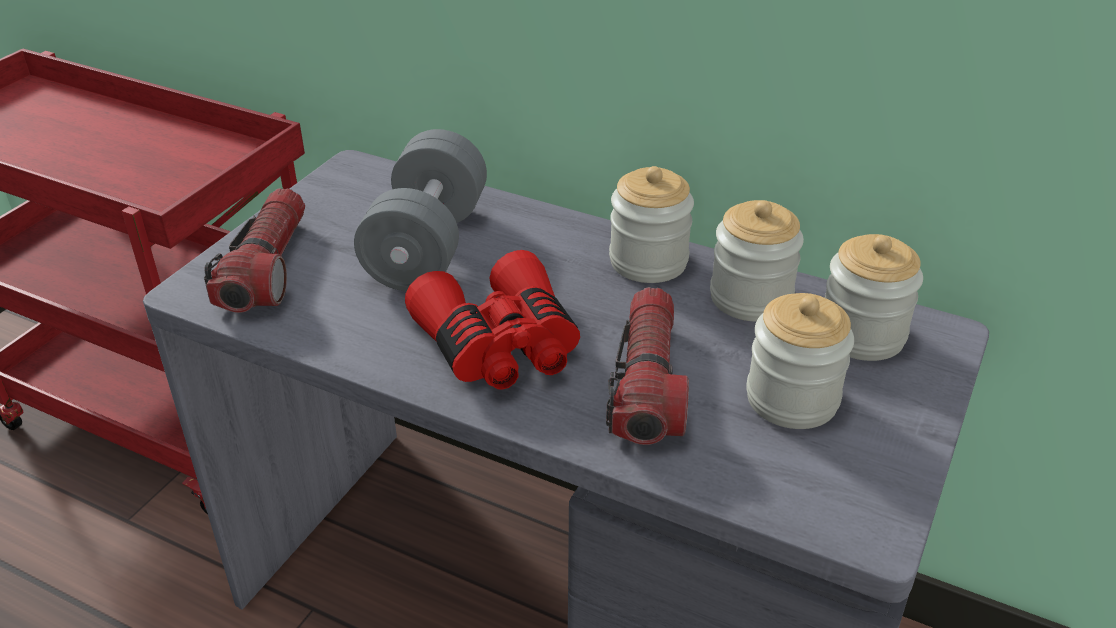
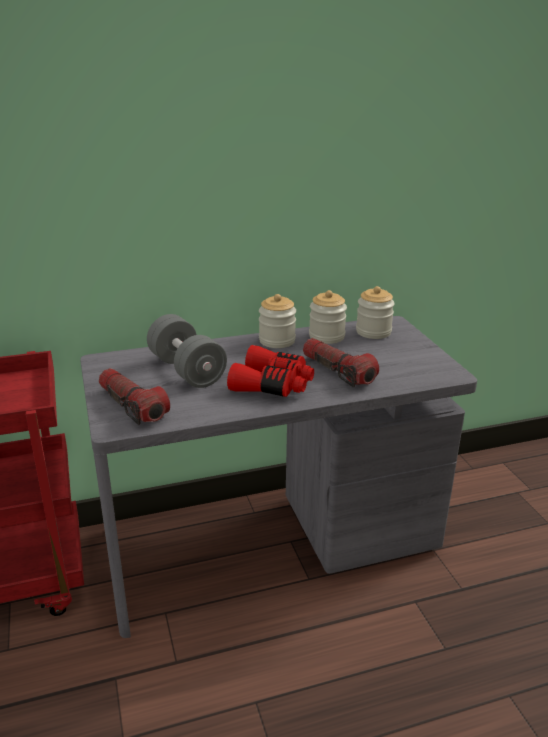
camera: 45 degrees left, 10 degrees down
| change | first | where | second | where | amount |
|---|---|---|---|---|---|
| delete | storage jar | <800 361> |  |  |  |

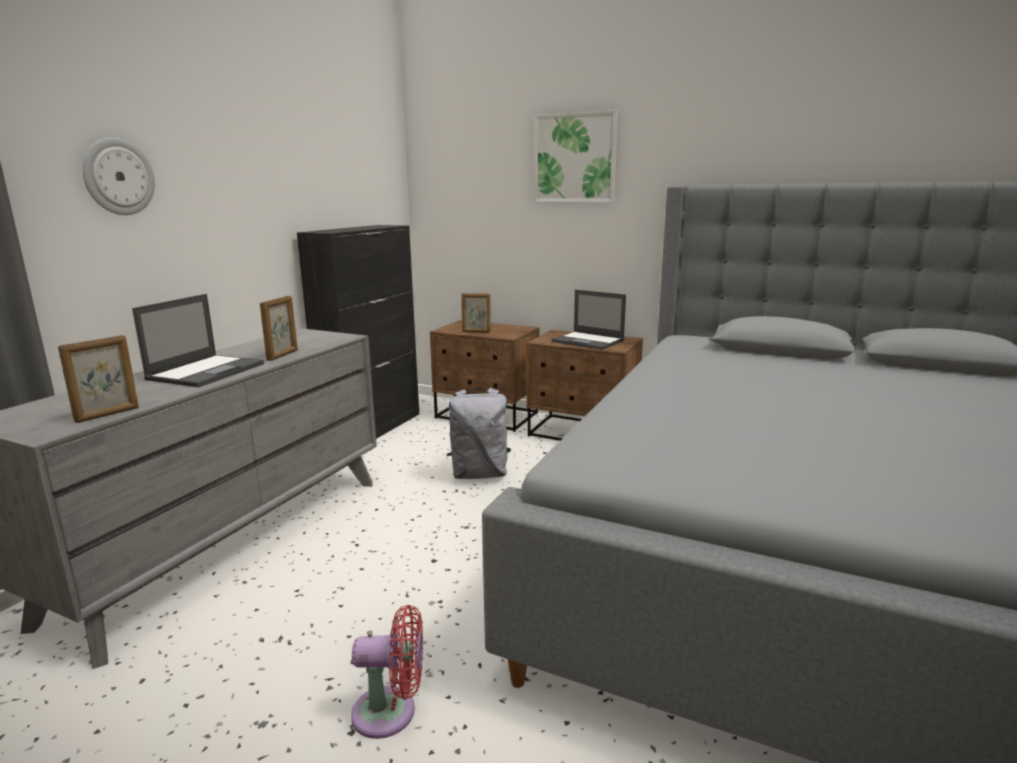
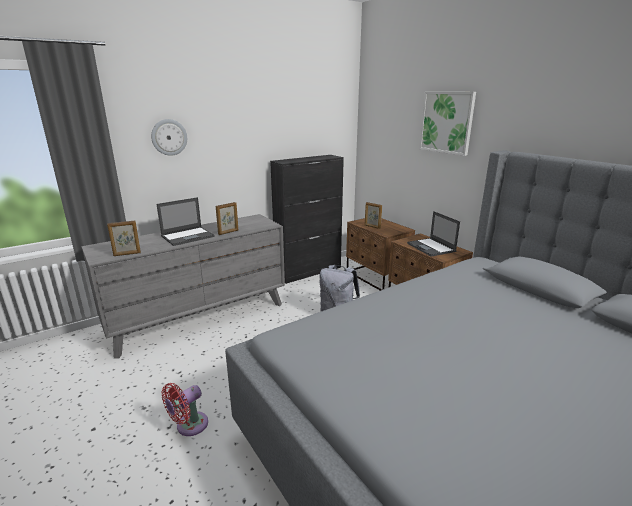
camera: 30 degrees right, 5 degrees up
| change | first | where | second | where | amount |
|---|---|---|---|---|---|
| rotate | reddish electric fan | <387 672> |  | <184 409> | 105 degrees clockwise |

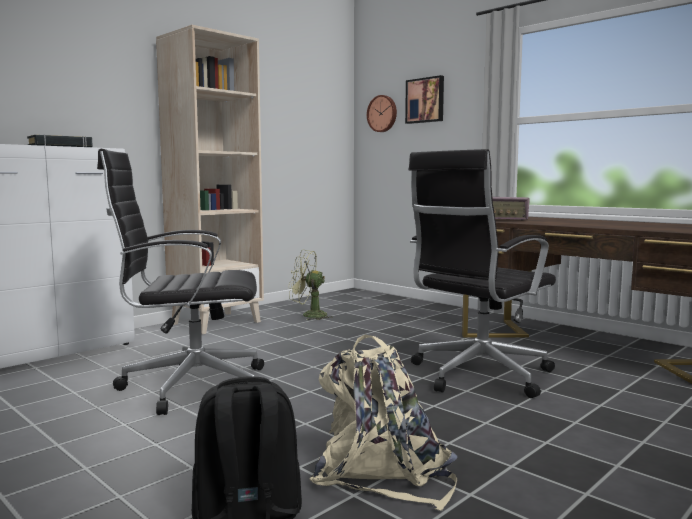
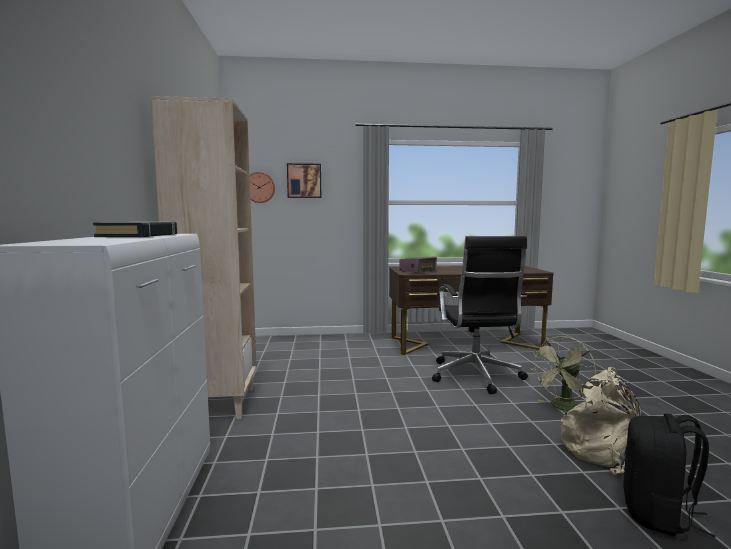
camera: 50 degrees left, 0 degrees up
| change | first | where | second | where | amount |
|---|---|---|---|---|---|
| delete | blackish office chair | <180 282> |  |  |  |
| move | greenish electric fan | <310 285> |  | <563 373> |  |

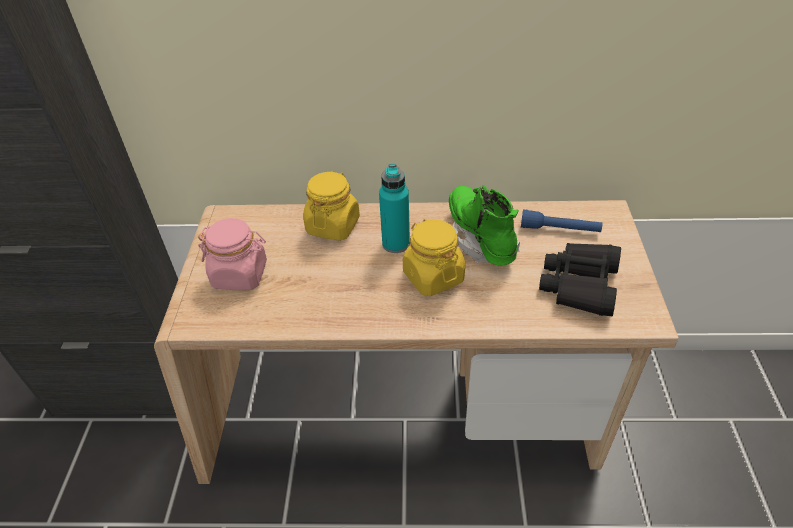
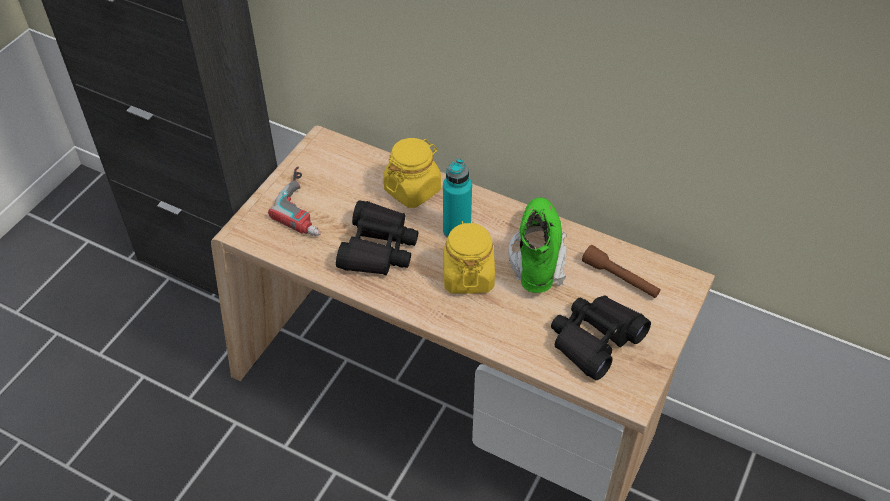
camera: 25 degrees right, 5 degrees up
| change | first | where | second | where | amount |
|---|---|---|---|---|---|
| insert |  |  | blackish pair of binoculars | <377 237> |  |
| replace | pinkish storage jar | <232 254> | drill | <294 201> |  |
| recolor | blue-coloured flashlight | <561 220> | brown flashlight | <621 271> |  |

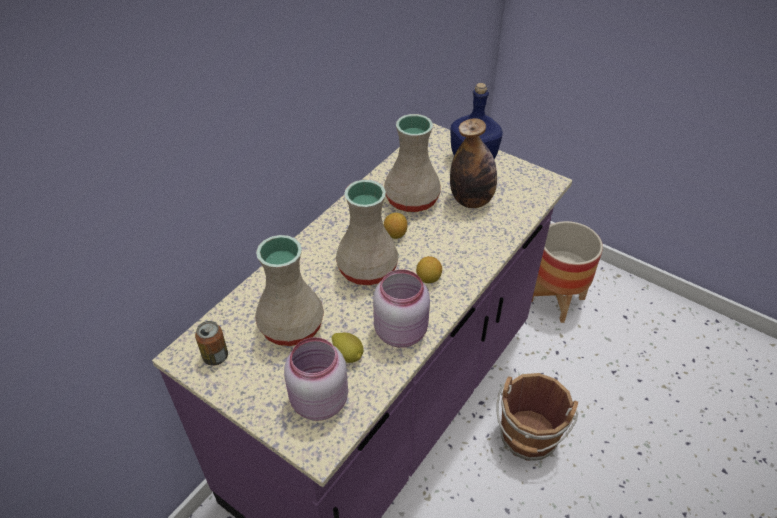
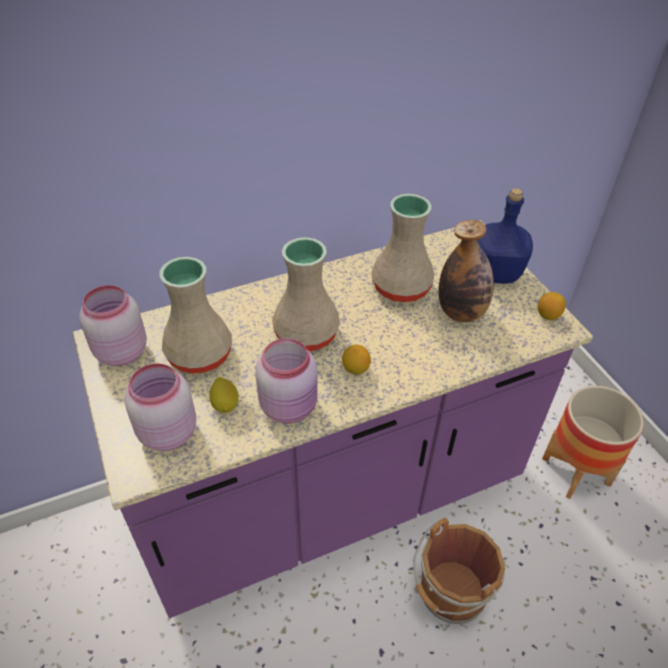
camera: 30 degrees right, 0 degrees up
| change | first | where | second | where | amount |
|---|---|---|---|---|---|
| move | citrus fruit | <396 226> |  | <552 306> |  |
| replace | can | <211 343> | pinkish storage jar | <113 325> |  |

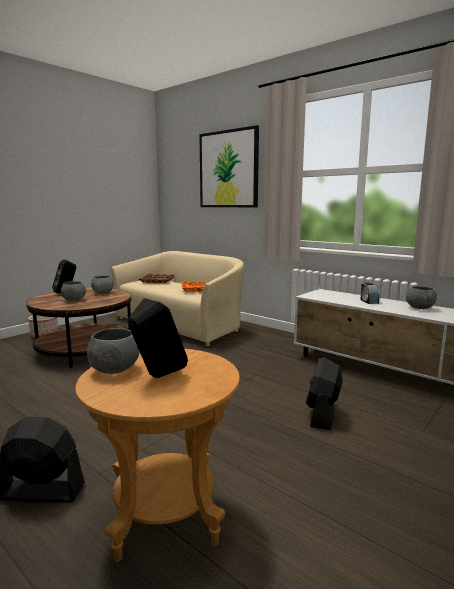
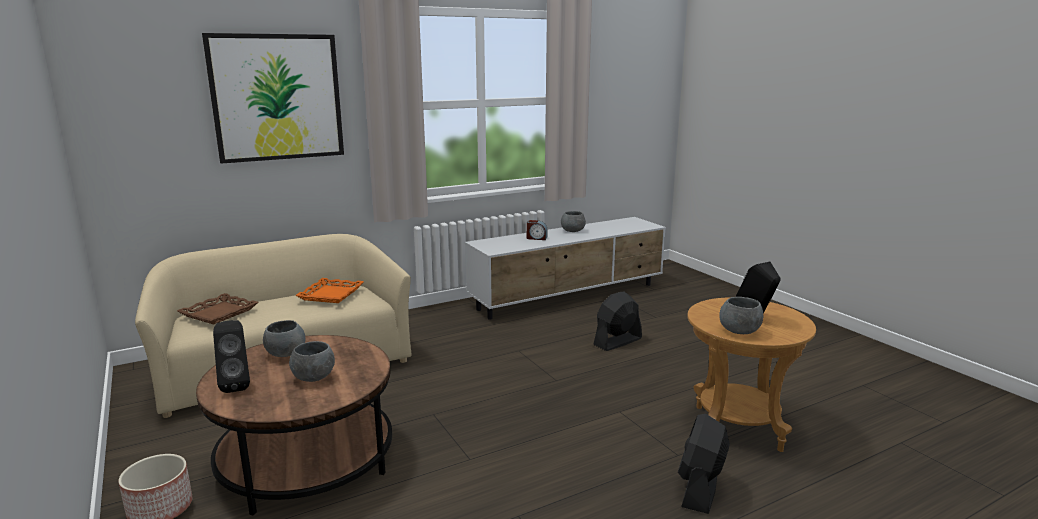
camera: 70 degrees left, 5 degrees up
| change | first | where | second | where | amount |
|---|---|---|---|---|---|
| rotate | blackish electric fan | <324 393> |  | <617 321> | 105 degrees clockwise |

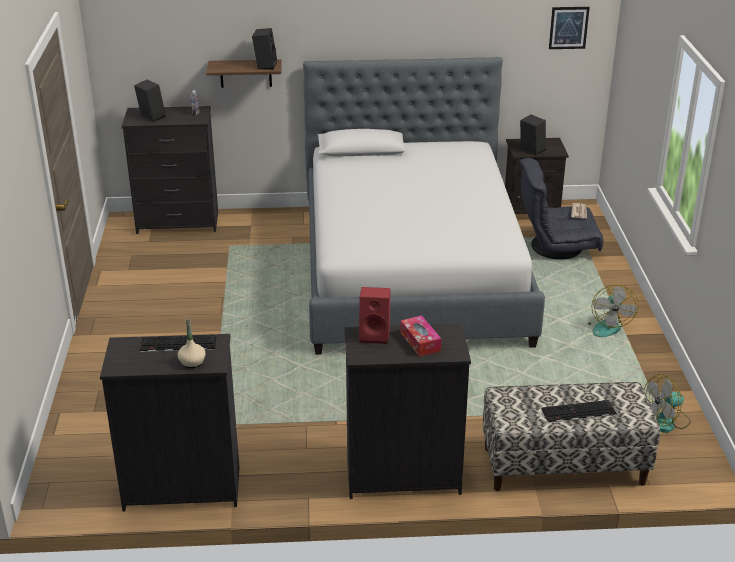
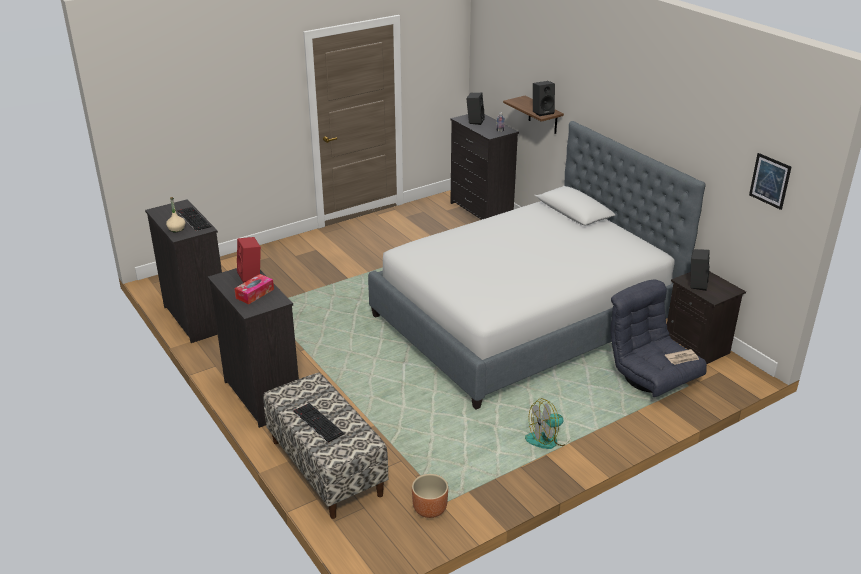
camera: 60 degrees right, 0 degrees up
| change | first | where | second | where | amount |
|---|---|---|---|---|---|
| replace | electric fan | <667 403> | brown planter | <430 496> |  |

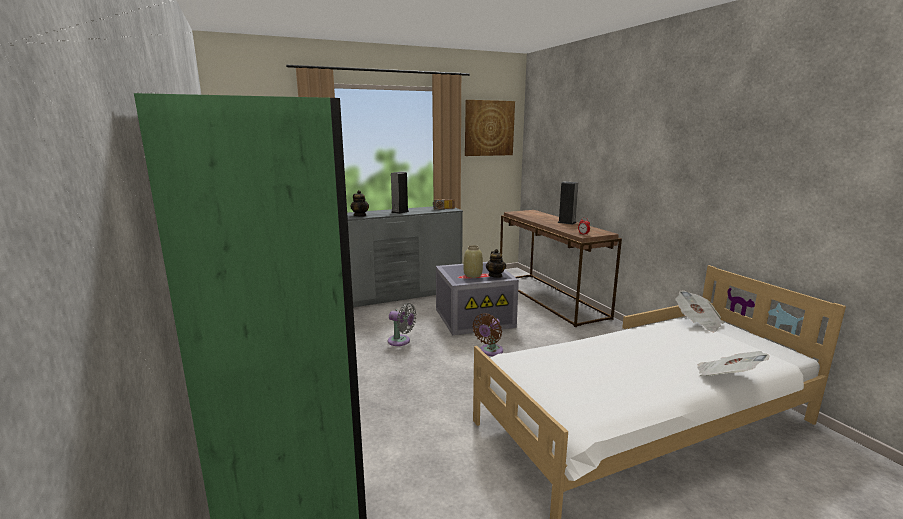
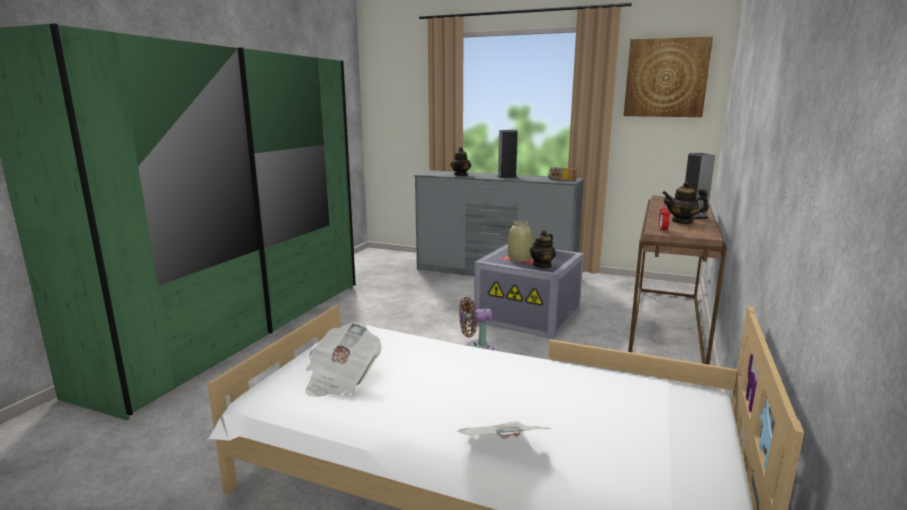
camera: 45 degrees right, 0 degrees up
| change | first | where | second | where | amount |
|---|---|---|---|---|---|
| delete | gray electric fan | <402 324> |  |  |  |
| insert |  |  | teapot | <685 202> |  |
| move | newspaper | <700 311> |  | <343 359> |  |

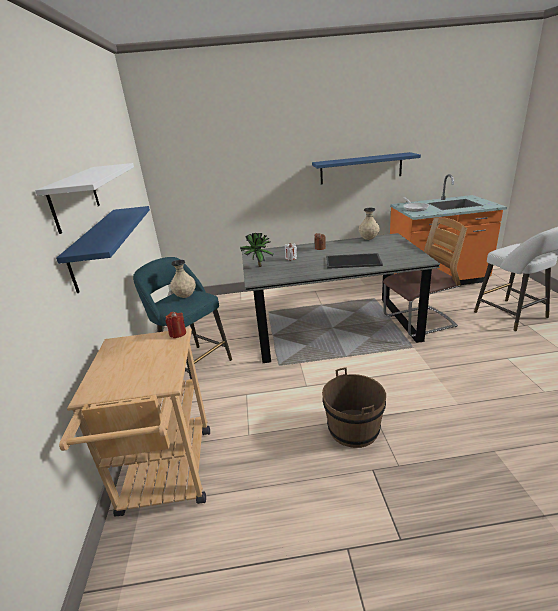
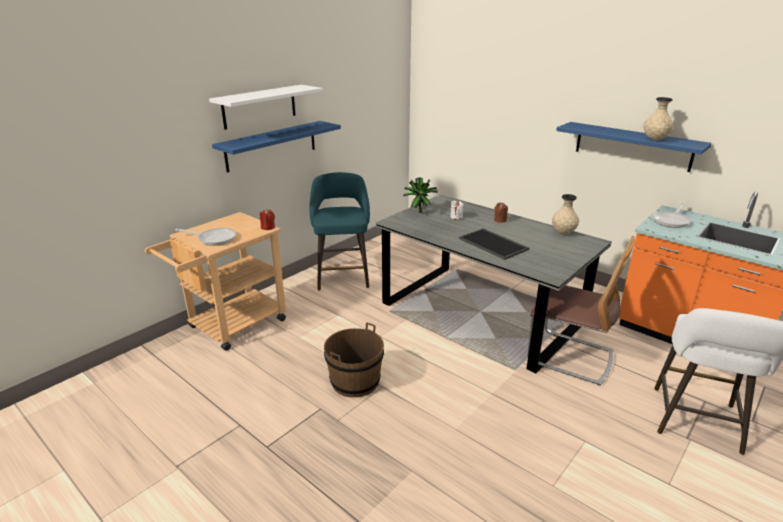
camera: 45 degrees right, 0 degrees up
| change | first | where | second | where | amount |
|---|---|---|---|---|---|
| insert |  |  | frying pan | <205 237> |  |
| move | beige decorative vase | <183 279> |  | <659 118> |  |

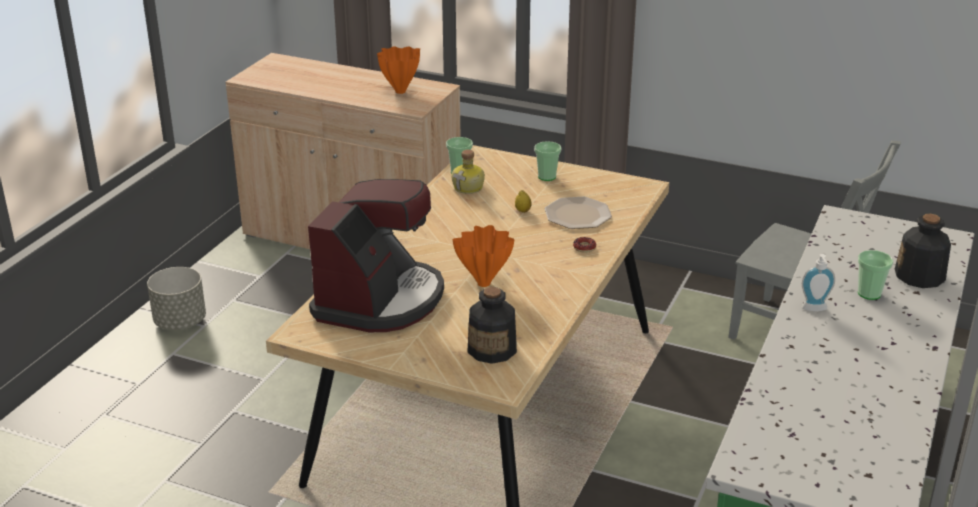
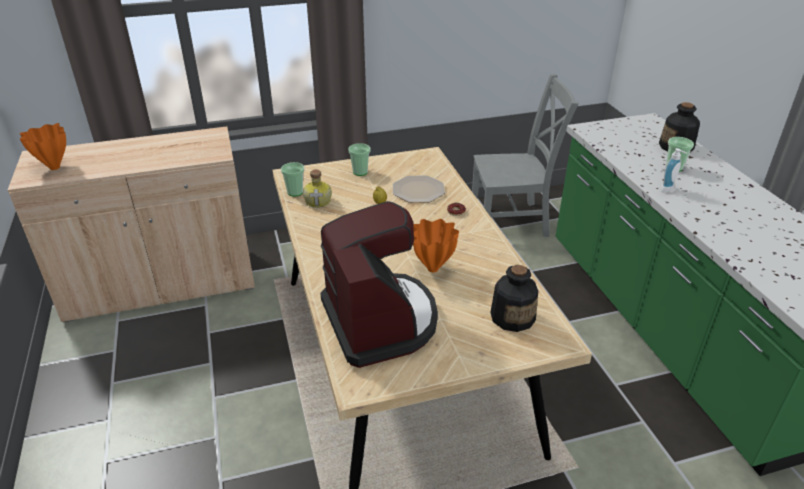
camera: 40 degrees left, 5 degrees up
| change | first | where | second | where | amount |
|---|---|---|---|---|---|
| delete | gray planter | <176 298> |  |  |  |
| move | orange decorative vase | <398 70> |  | <43 146> |  |

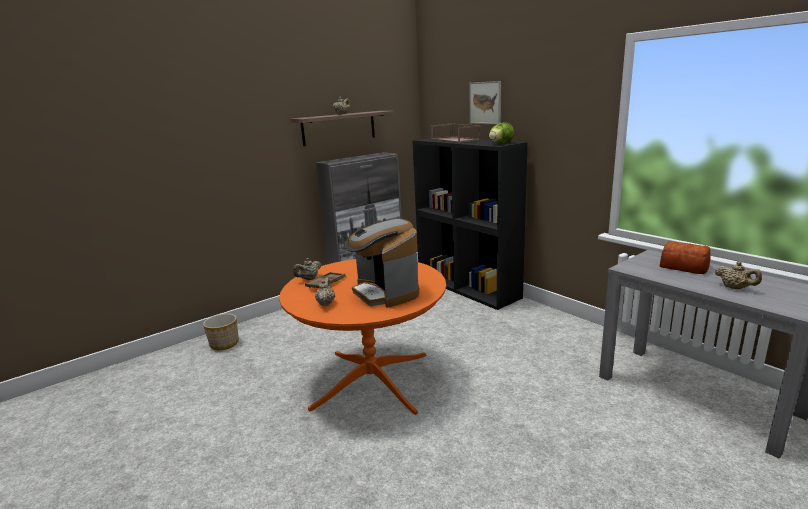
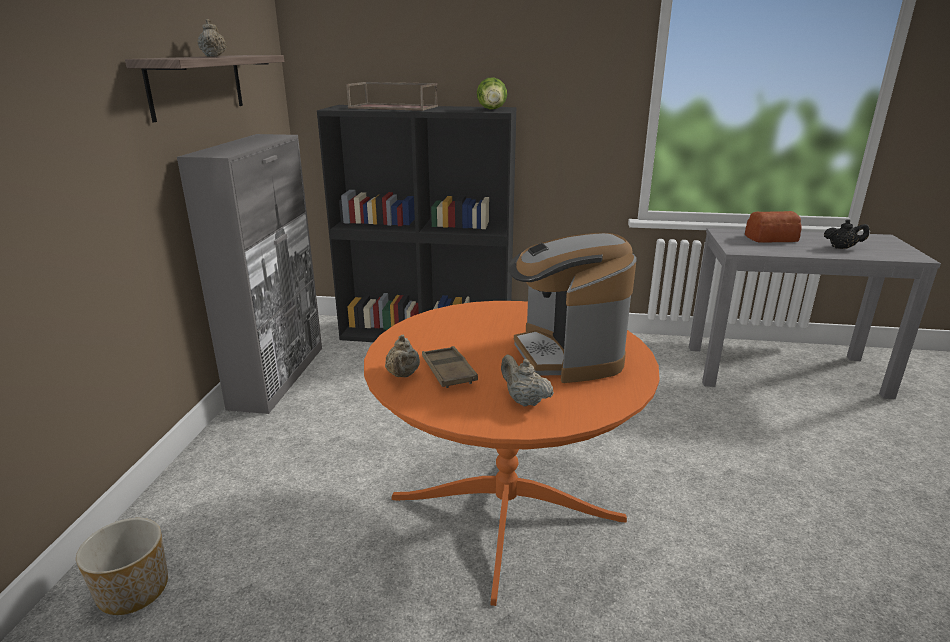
camera: 45 degrees left, 5 degrees up
| change | first | where | second | where | amount |
|---|---|---|---|---|---|
| delete | picture | <485 102> |  |  |  |
| recolor | beige teapot | <738 275> | blackish teapot | <847 234> |  |
| rotate | coffee maker | <381 263> |  | <573 308> | 60 degrees clockwise |

